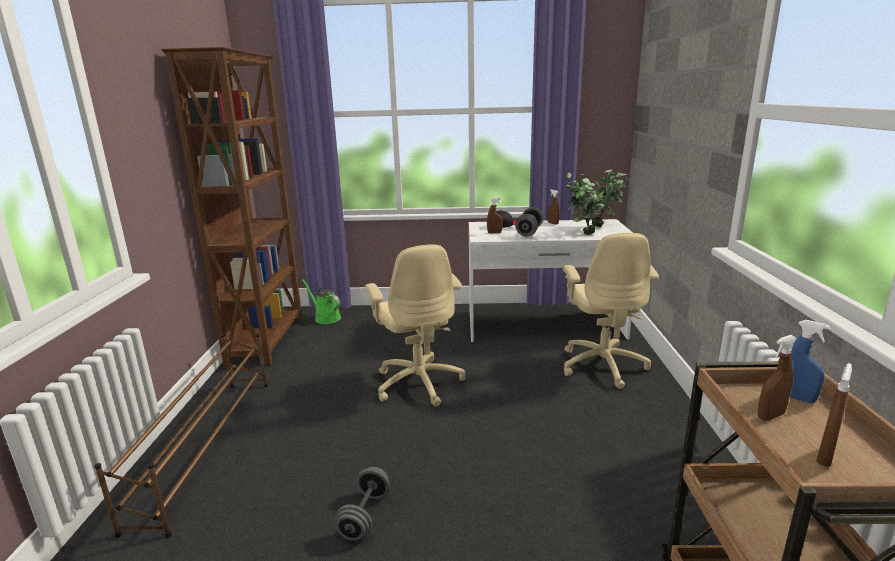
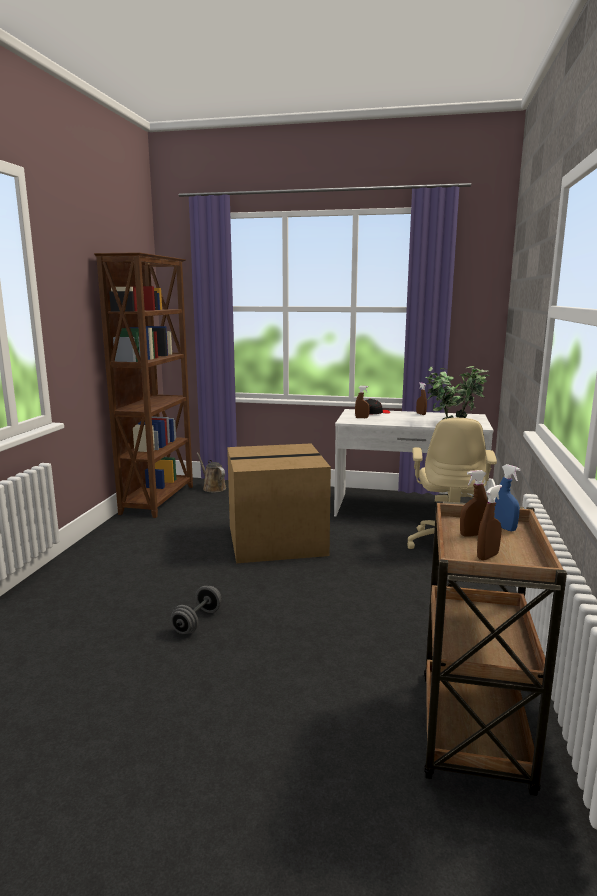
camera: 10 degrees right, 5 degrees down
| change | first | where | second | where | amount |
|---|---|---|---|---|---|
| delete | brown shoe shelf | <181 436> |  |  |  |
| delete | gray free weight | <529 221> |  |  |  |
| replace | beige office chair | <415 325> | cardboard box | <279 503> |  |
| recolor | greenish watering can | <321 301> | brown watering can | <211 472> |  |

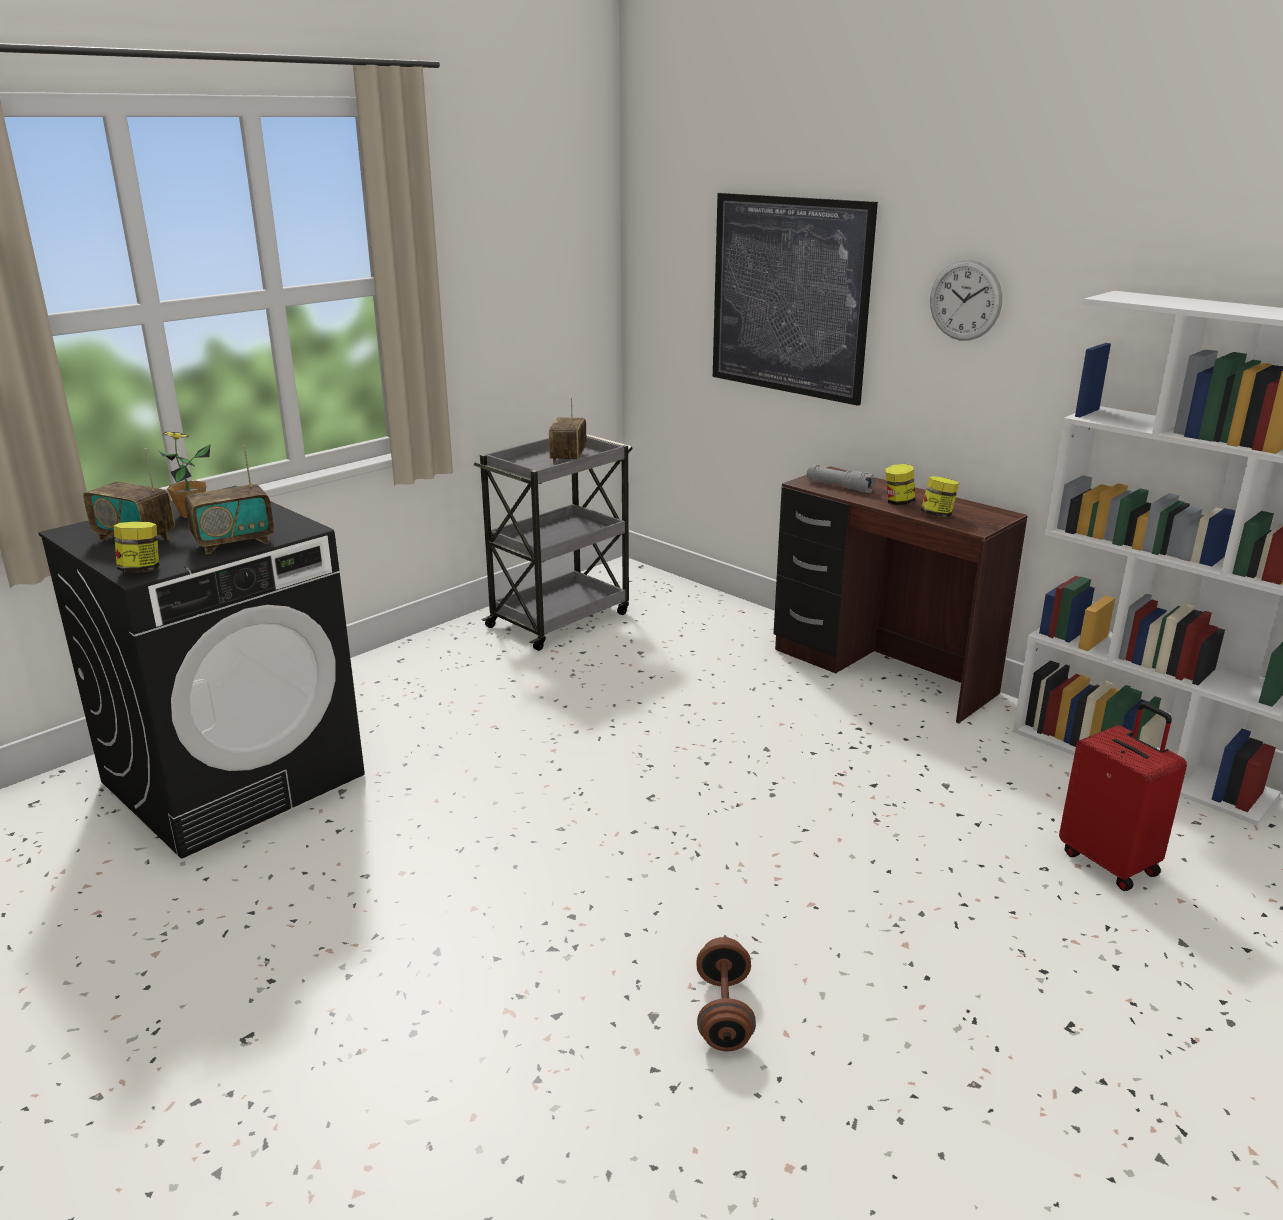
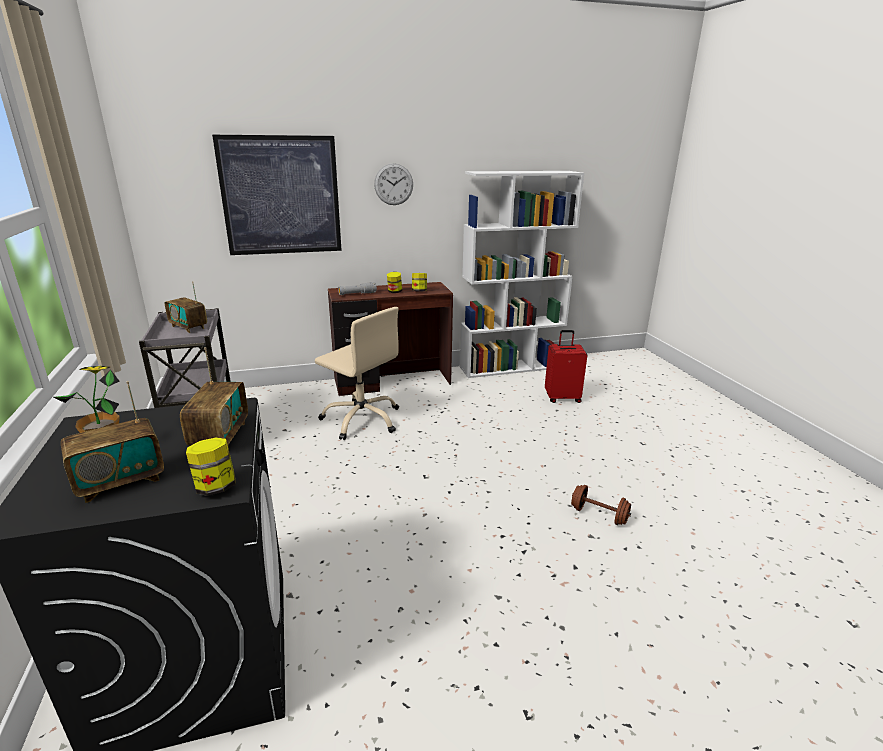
camera: 60 degrees left, 0 degrees up
| change | first | where | second | where | amount |
|---|---|---|---|---|---|
| insert |  |  | beige office chair | <357 373> |  |

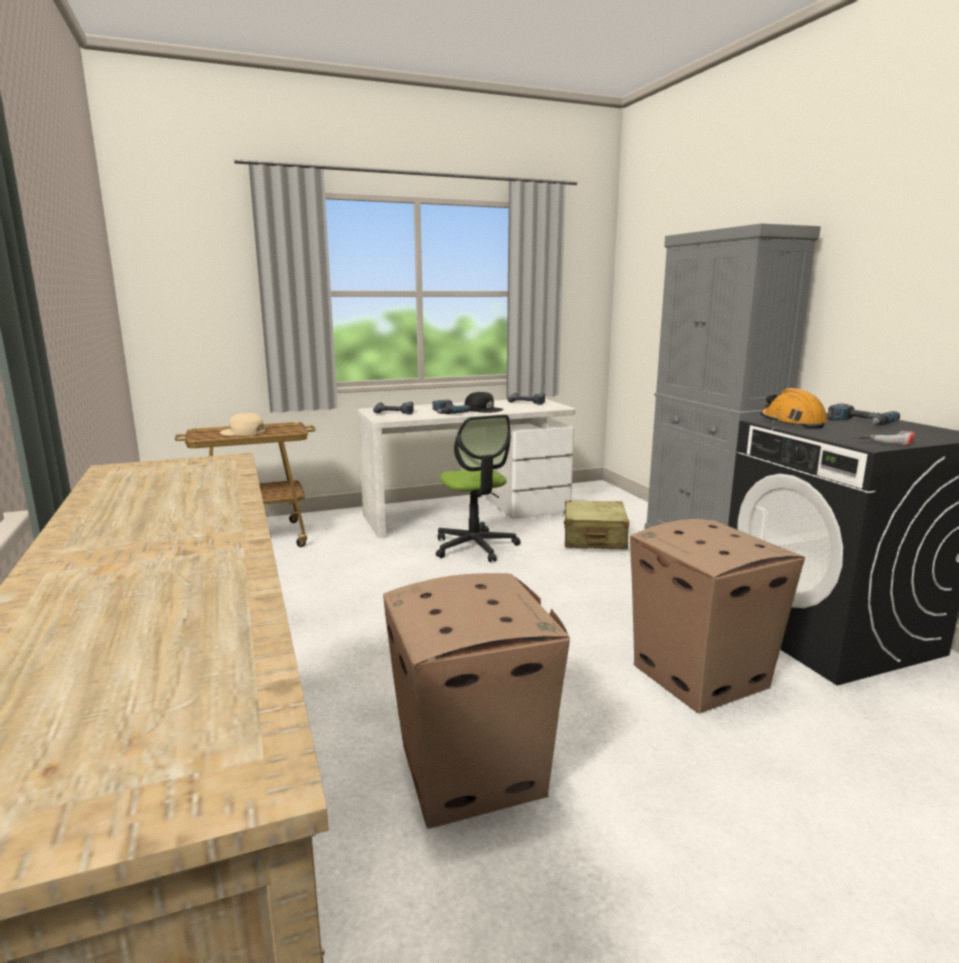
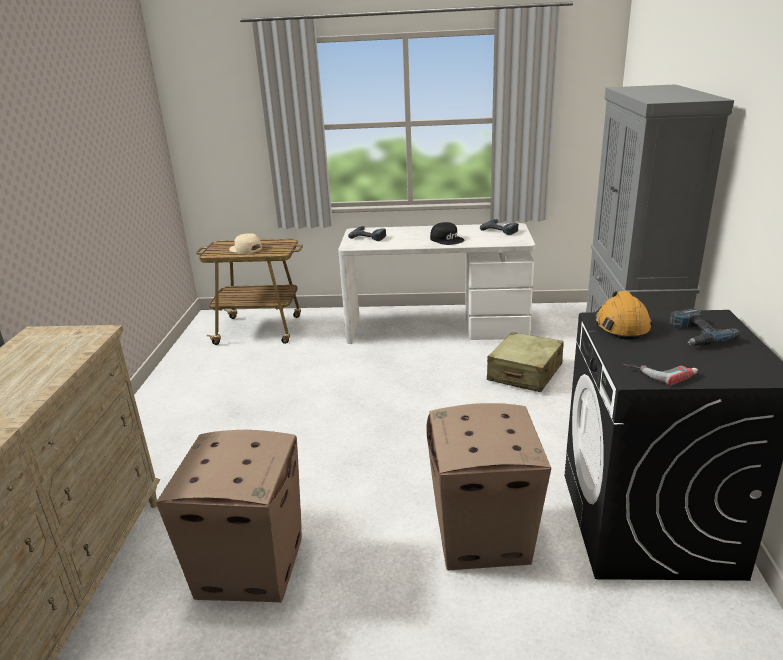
camera: 25 degrees right, 10 degrees up
| change | first | where | second | where | amount |
|---|---|---|---|---|---|
| delete | drill | <451 407> |  |  |  |
| delete | office chair | <478 488> |  |  |  |

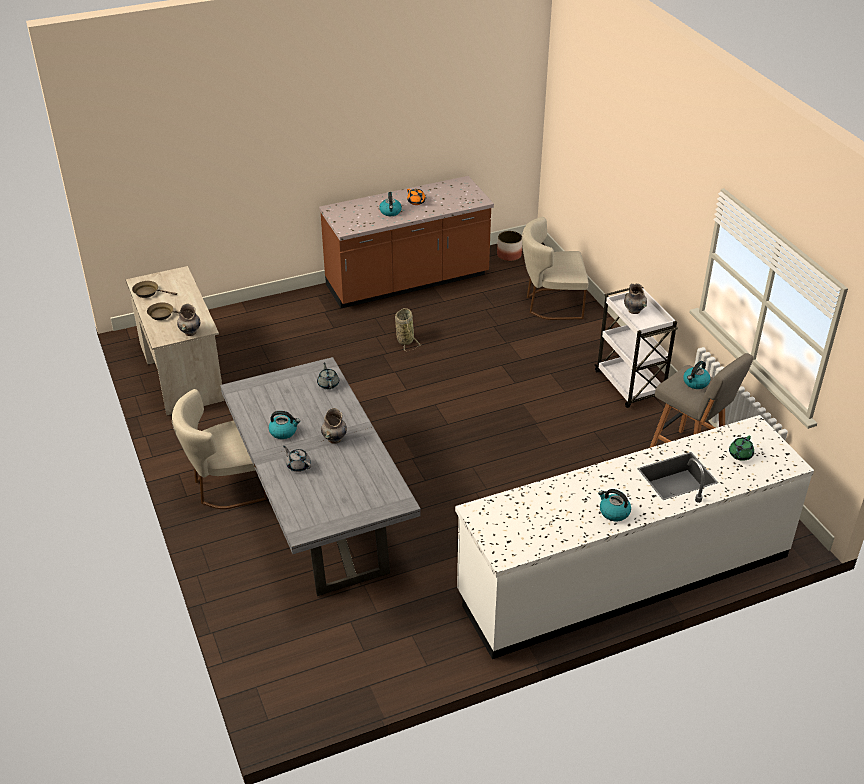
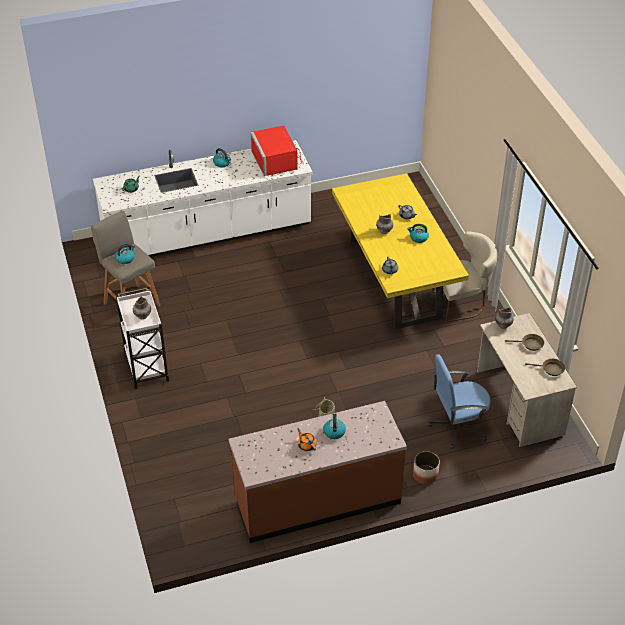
camera: 175 degrees left, 5 degrees up
| change | first | where | second | where | amount |
|---|---|---|---|---|---|
| delete | beige chair | <555 268> |  |  |  |
| insert |  |  | reddish microwave oven | <277 151> |  |
| insert |  |  | blue-coloured office chair | <459 401> |  |
| move | planter | <509 246> |  | <426 467> |  |
| recolor | gray dinner table | <320 476> | yellowish dinner table | <400 251> |  |

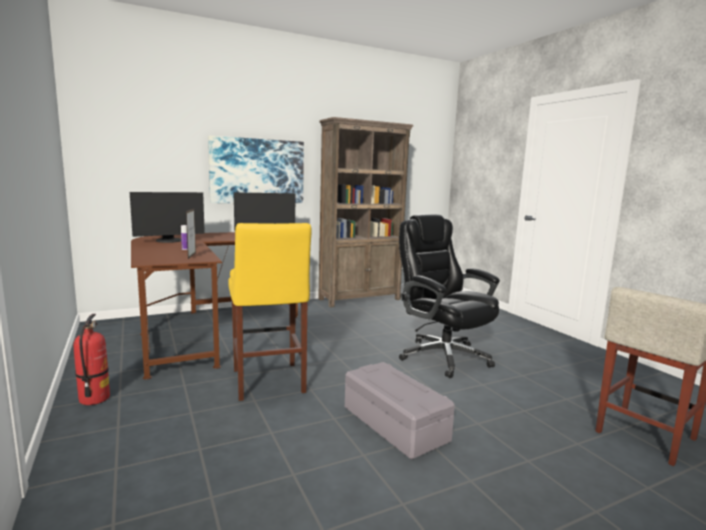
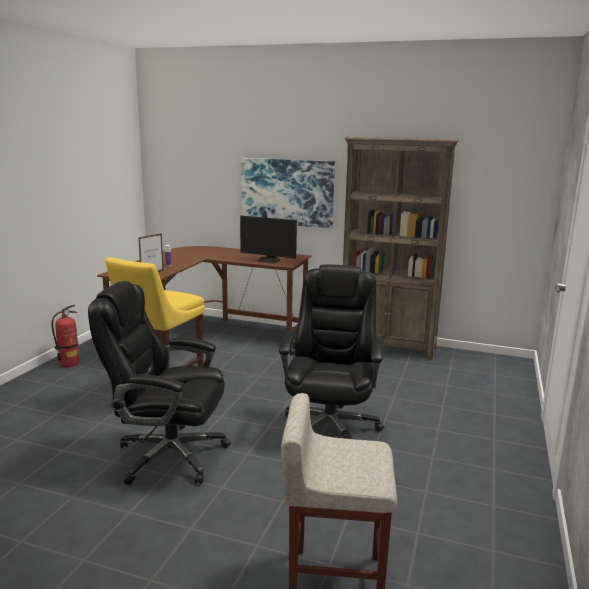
camera: 45 degrees right, 5 degrees up
| change | first | where | second | where | amount |
|---|---|---|---|---|---|
| delete | computer screen | <167 217> |  |  |  |
| replace | gray storage bin | <400 411> | blackish office chair | <159 383> |  |

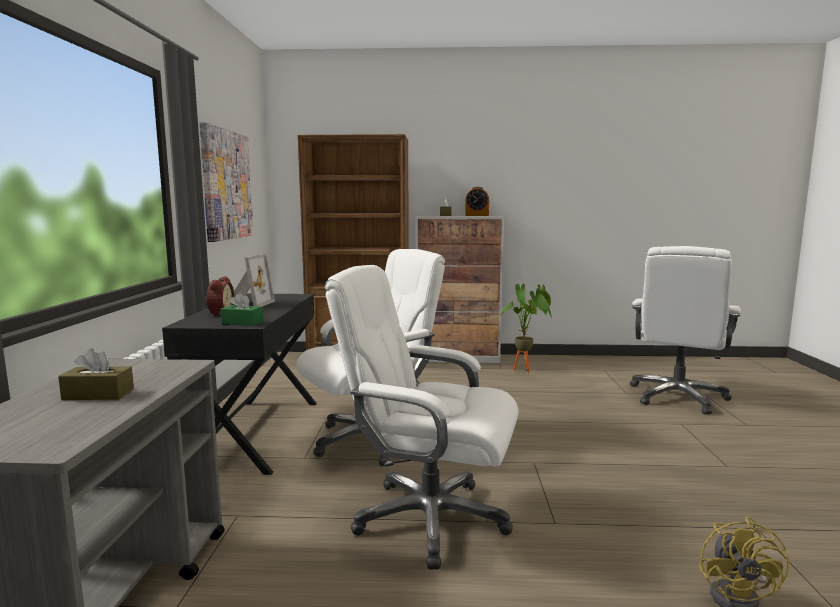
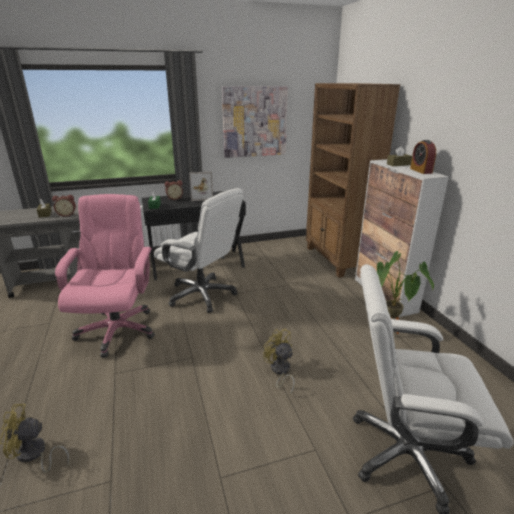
camera: 70 degrees right, 15 degrees up
| change | first | where | second | where | amount |
|---|---|---|---|---|---|
| insert |  |  | bedside clock | <64 206> |  |
| insert |  |  | yellowish electric fan | <279 362> |  |
| recolor | white office chair | <421 417> | pinkish office chair | <105 276> |  |

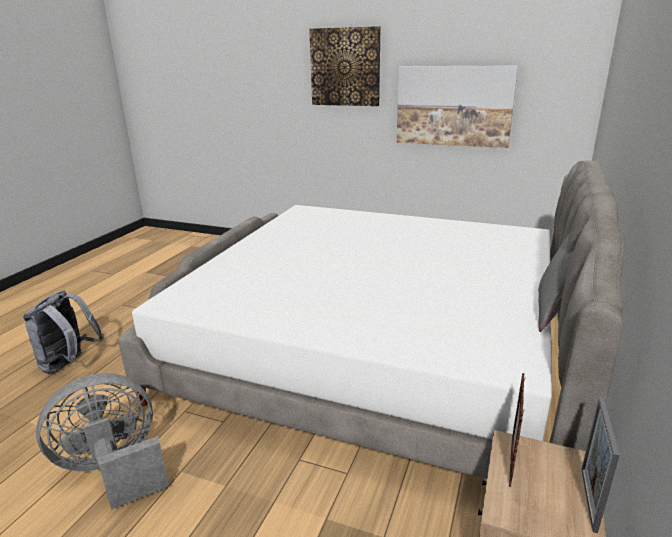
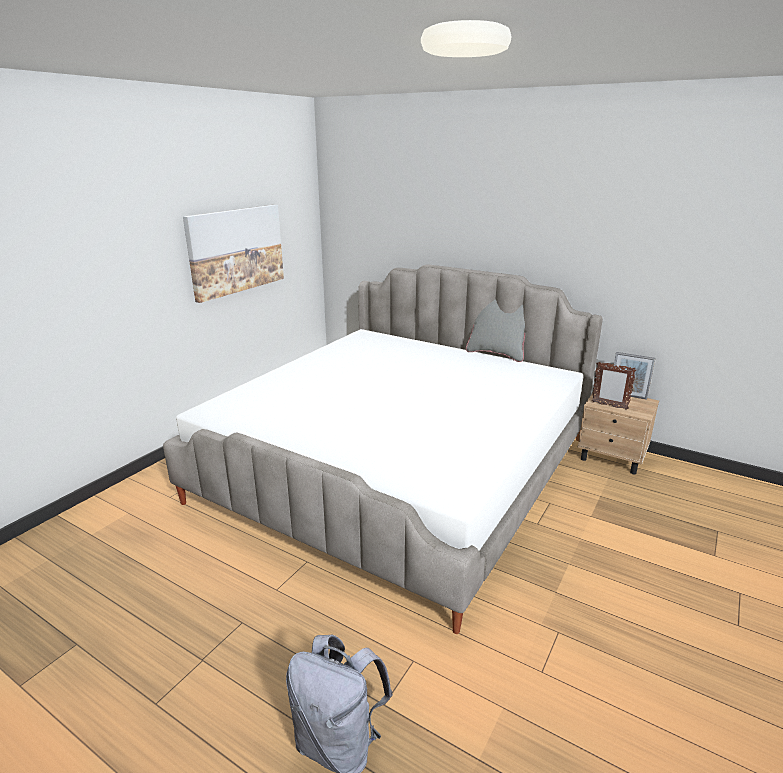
camera: 80 degrees left, 0 degrees up
| change | first | where | second | where | amount |
|---|---|---|---|---|---|
| delete | gray electric fan | <102 441> |  |  |  |
| delete | picture | <344 66> |  |  |  |

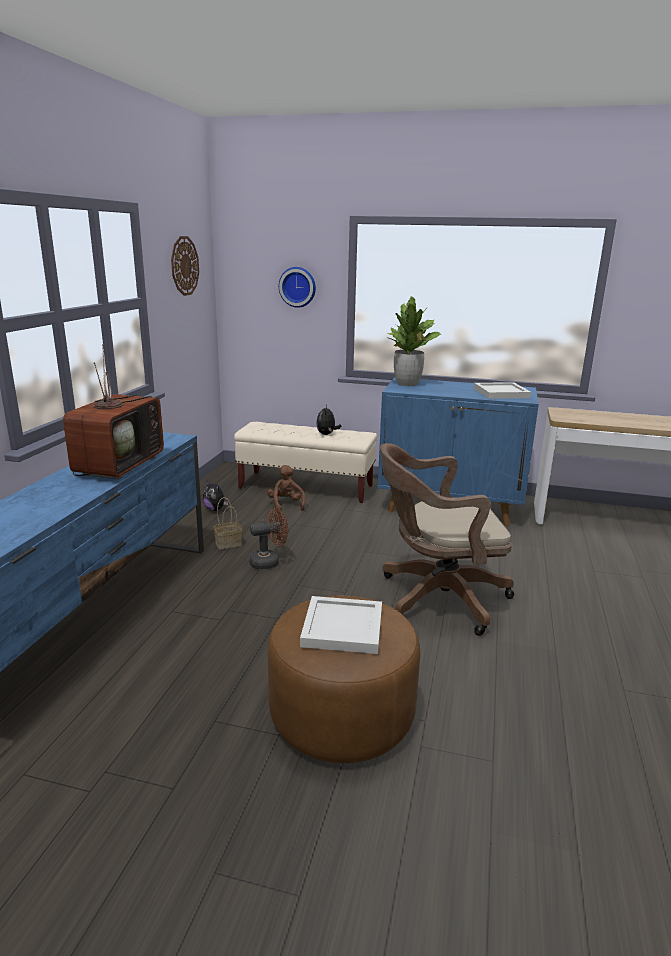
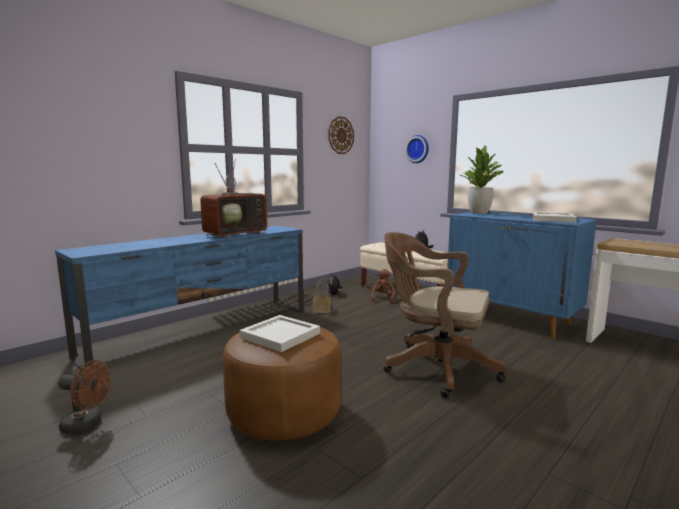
camera: 30 degrees right, 10 degrees down
| change | first | where | second | where | amount |
|---|---|---|---|---|---|
| move | brown electric fan | <268 538> |  | <84 397> |  |

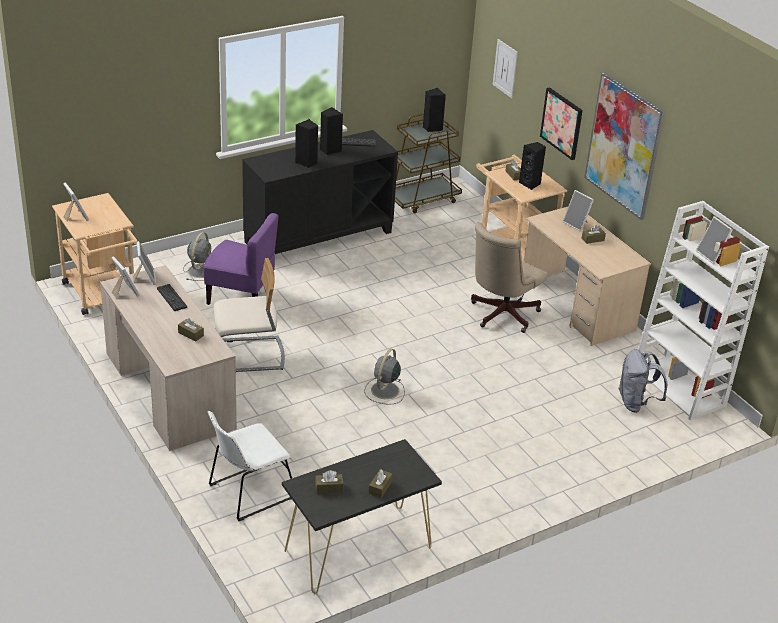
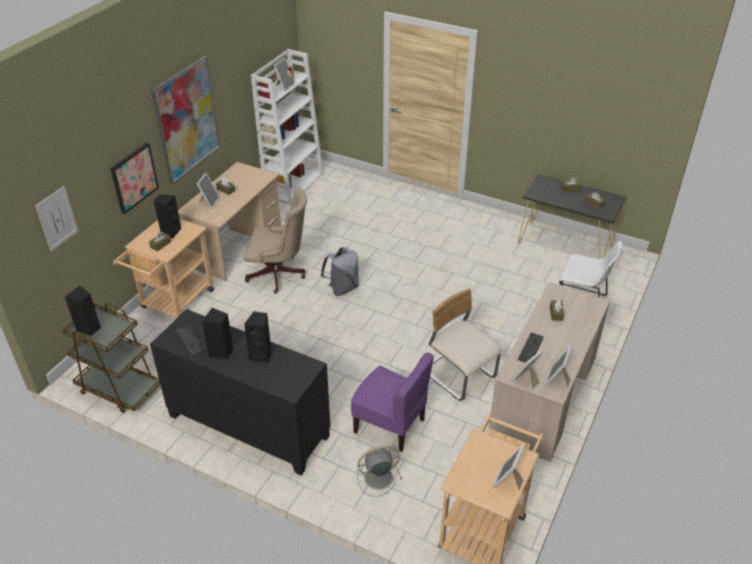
camera: 120 degrees left, 5 degrees up
| change | first | where | second | where | amount |
|---|---|---|---|---|---|
| delete | gray electric fan | <384 377> |  |  |  |
| move | gray backpack | <642 381> |  | <339 271> |  |
| rotate | purple chair | <240 259> |  | <392 402> | 135 degrees clockwise |

